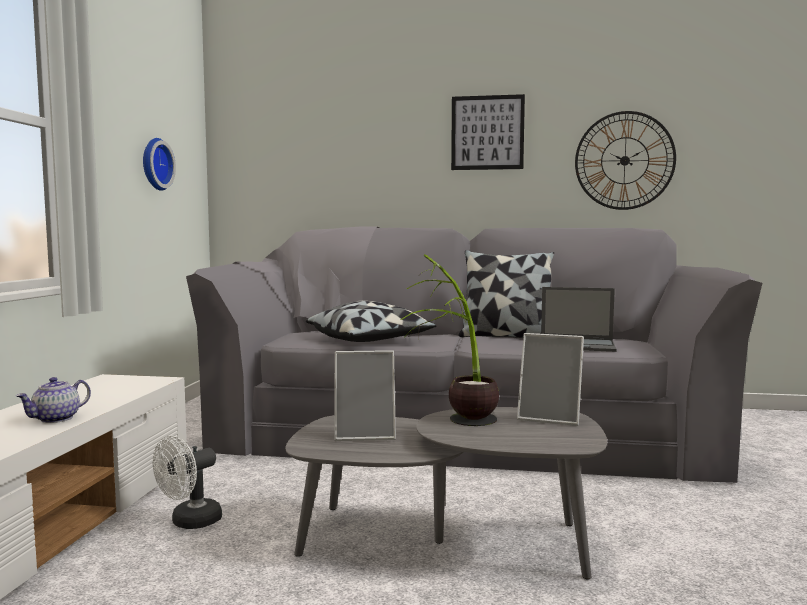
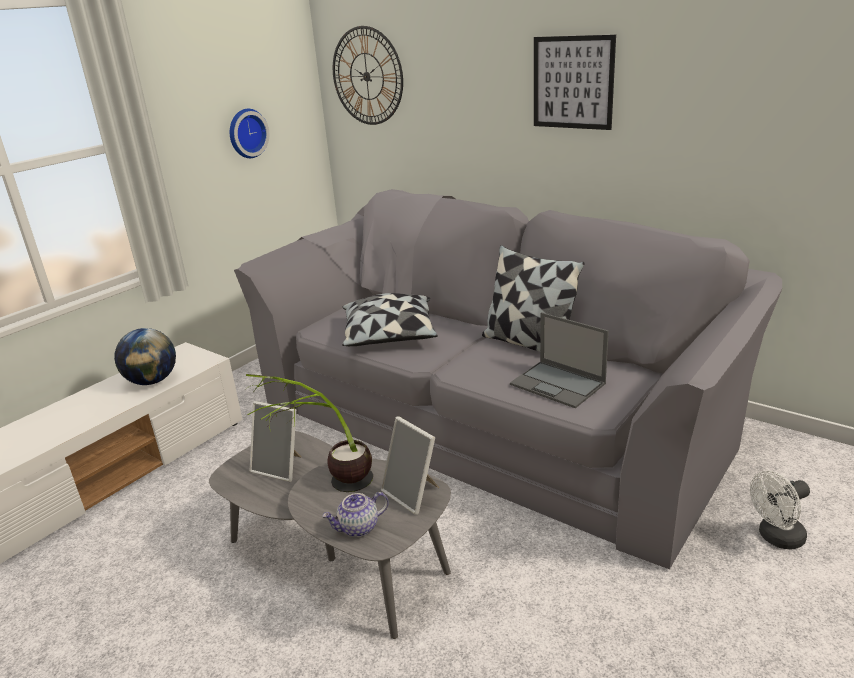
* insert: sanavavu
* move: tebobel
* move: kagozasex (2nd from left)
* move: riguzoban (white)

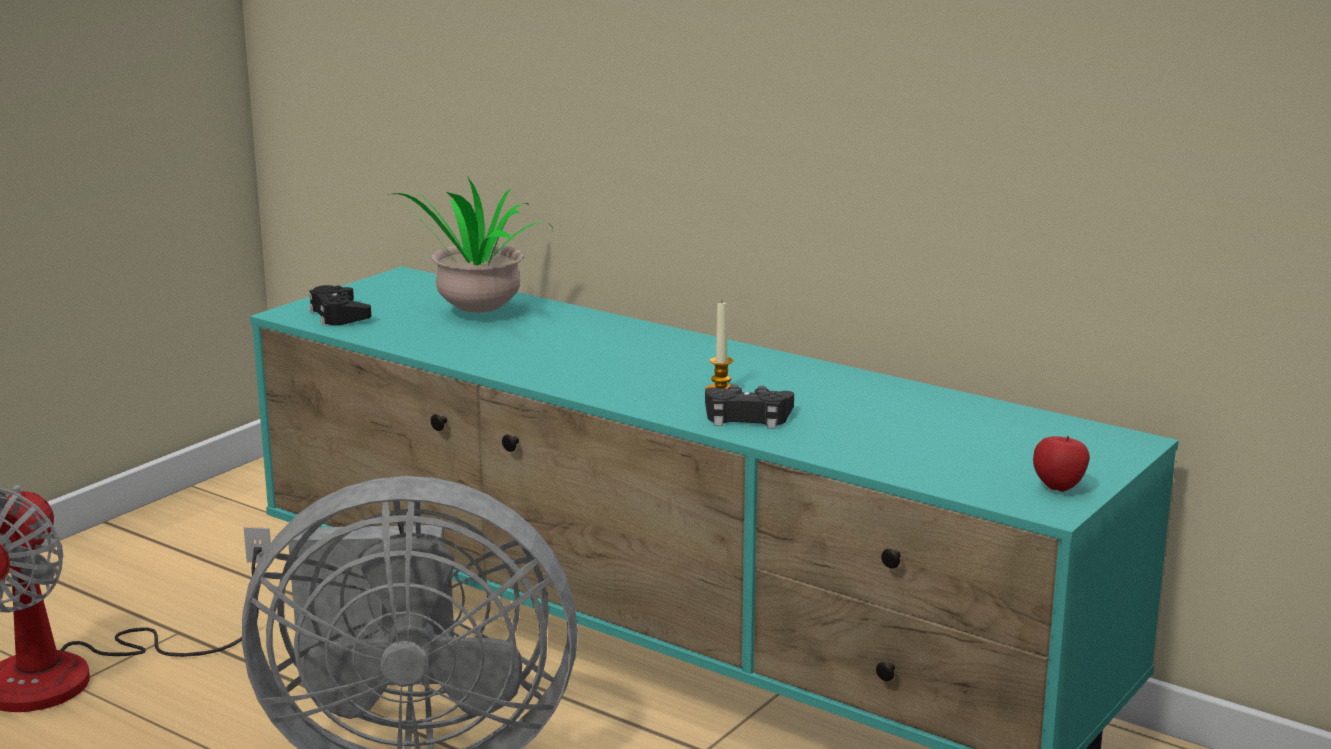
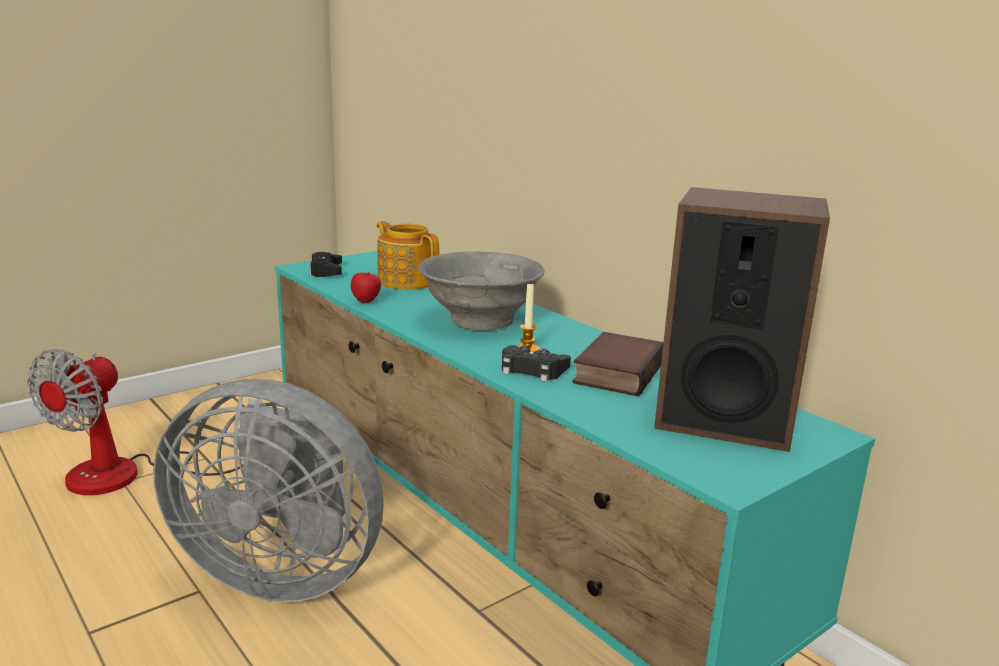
* move: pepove
* replace: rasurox to tebobel
* insert: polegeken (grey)
* insert: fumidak
* insert: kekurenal

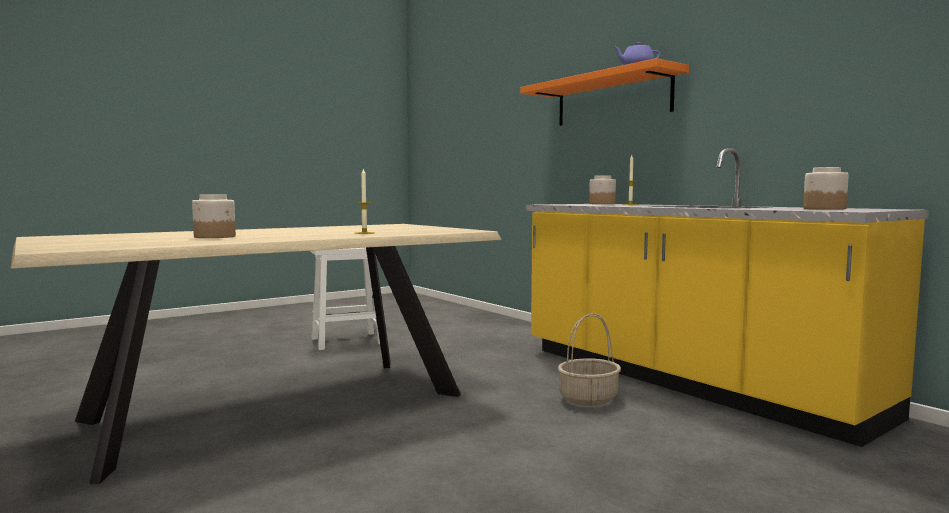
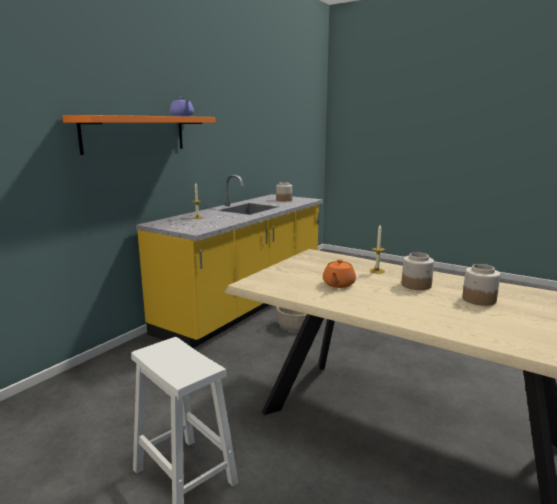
* insert: tebobel (orange)
* move: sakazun (2nd from left)

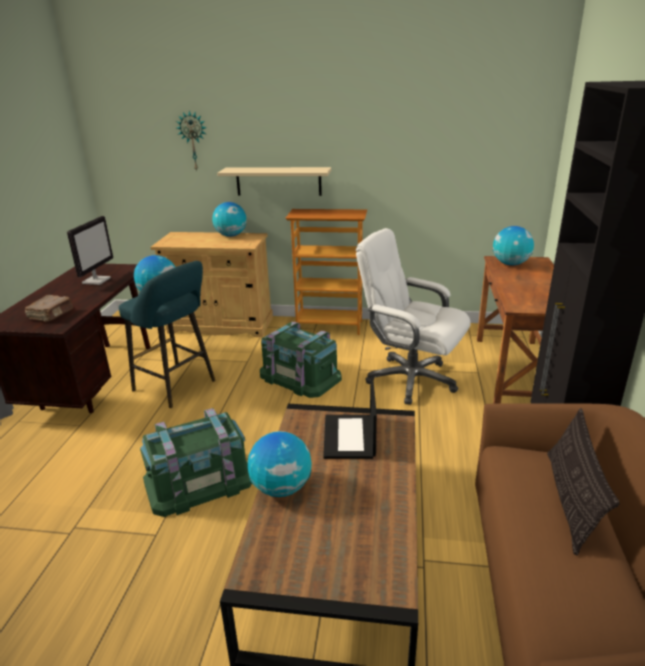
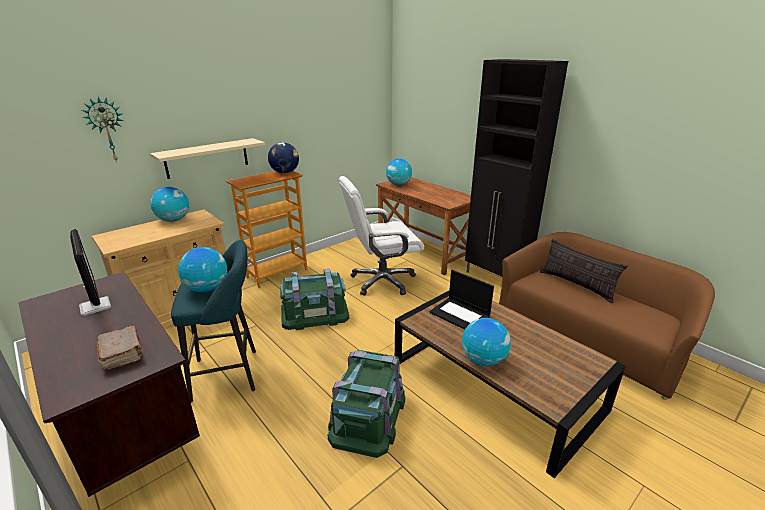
* insert: sanavavu (3rd from left)

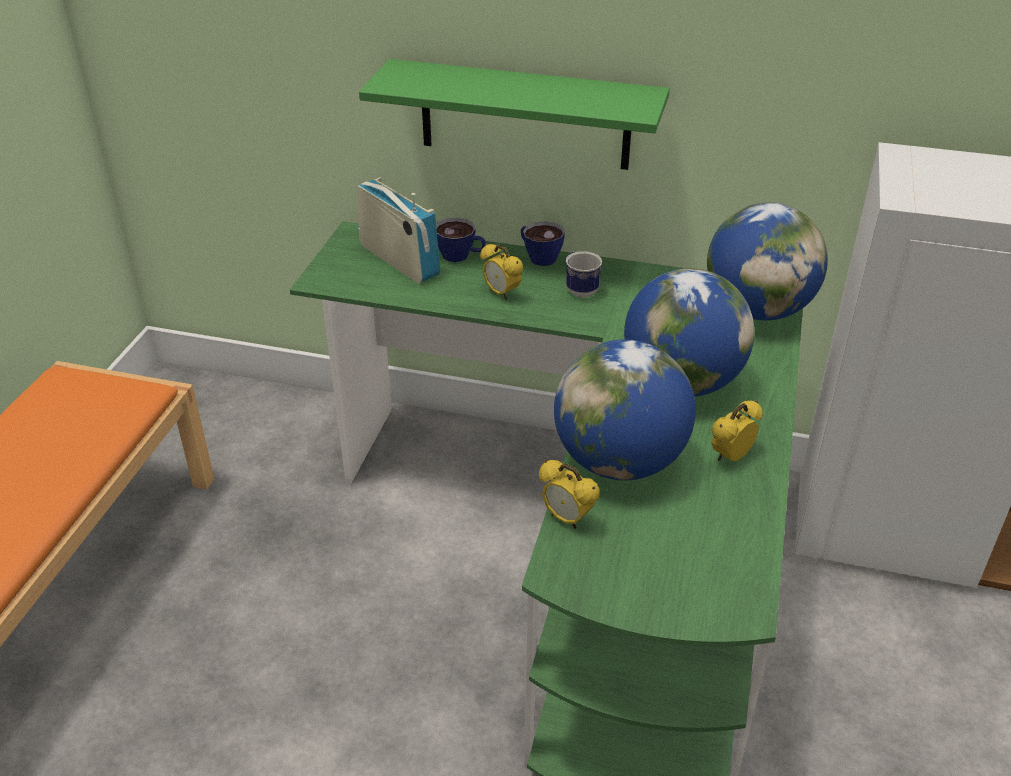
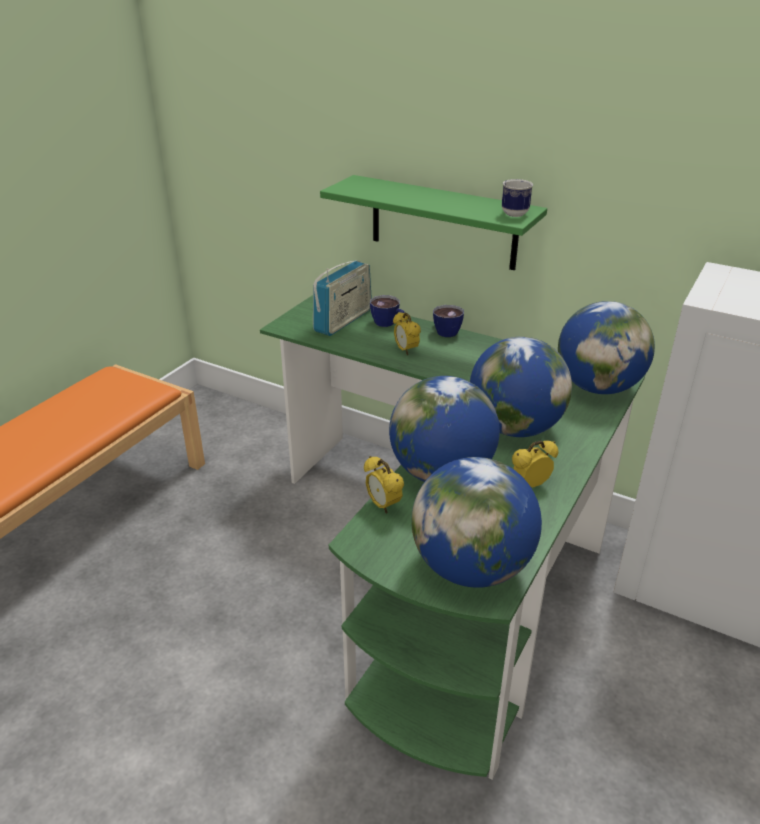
* rotate: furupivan 60 degrees clockwise
* insert: sanavavu (2nd from left)
* move: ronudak

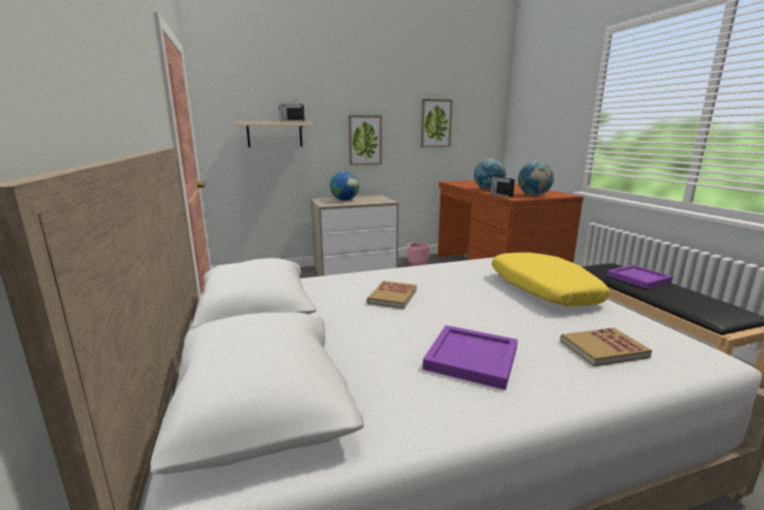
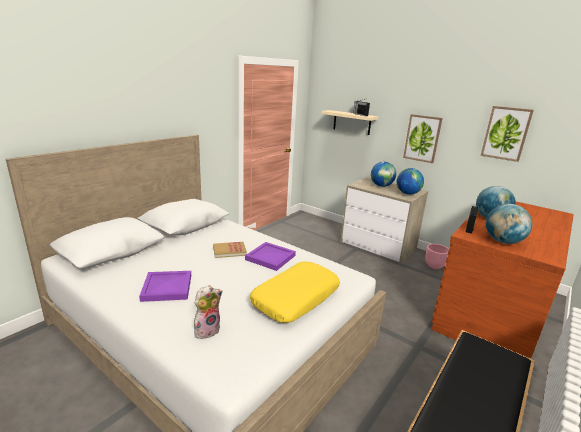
* replace: fumidak (2nd from left) to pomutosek
* move: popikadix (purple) (2nd from left)
* insert: sanavavu (2nd from left)

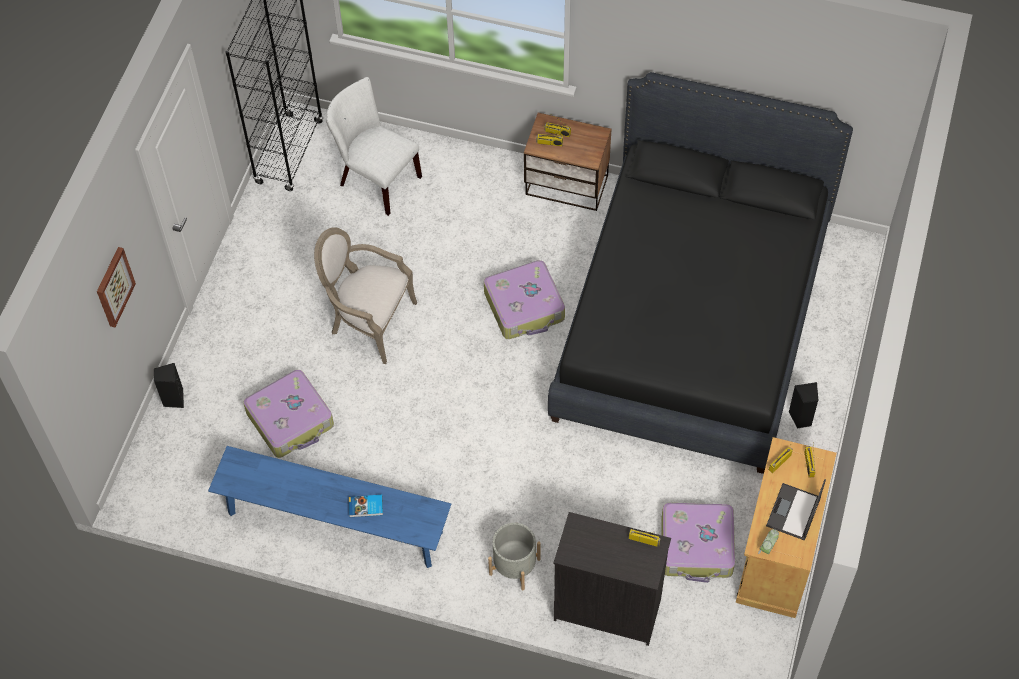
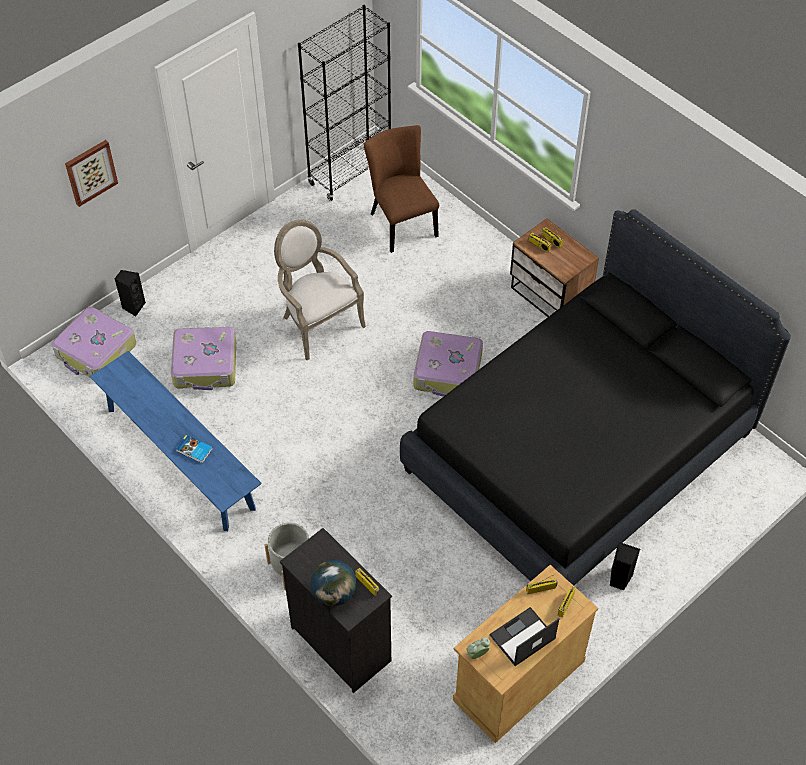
* move: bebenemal (3rd from left in the first image) to bebenemal (1st from left)
* insert: sanavavu
* recolor: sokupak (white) to sokupak (brown)

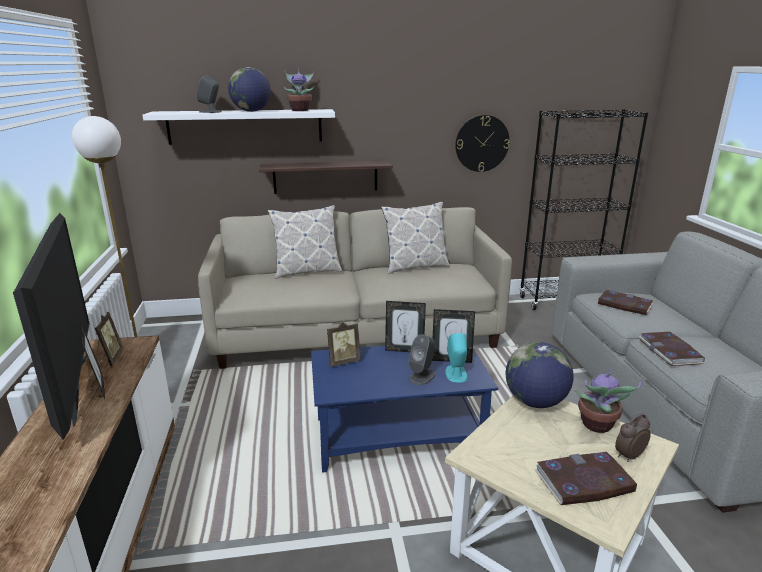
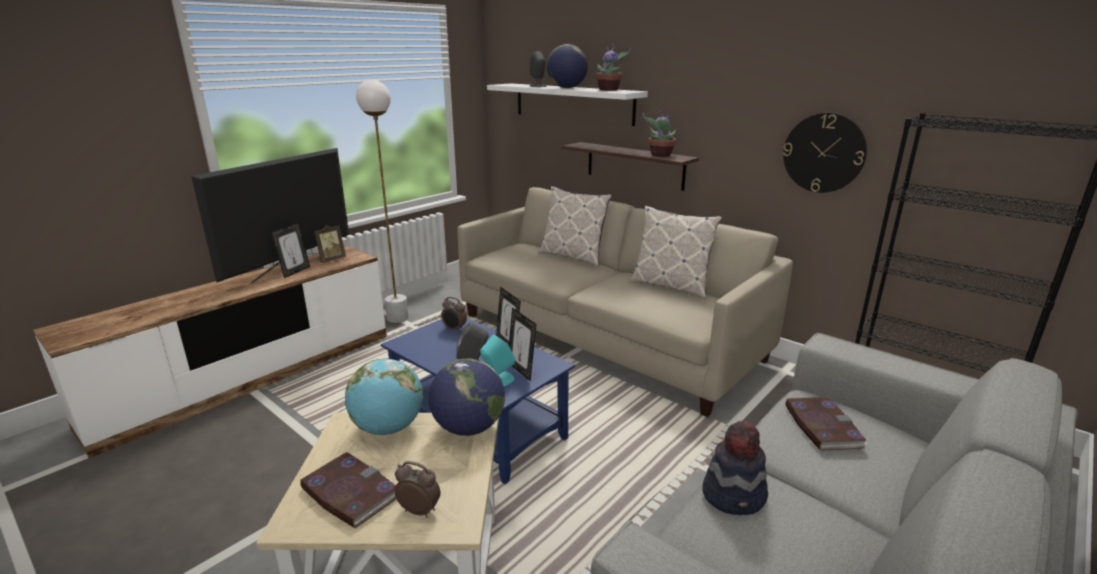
* insert: sanavavu (1st from left)
* replace: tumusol (3rd from left) to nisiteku (2nd from left)
* move: rasurox (2nd from left)
* replace: fumidak (3rd from left) to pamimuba

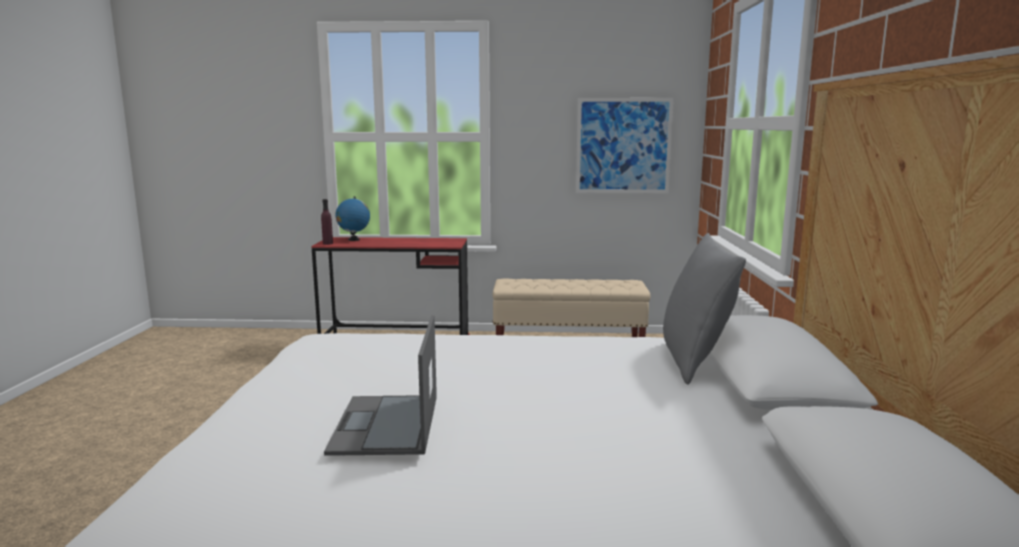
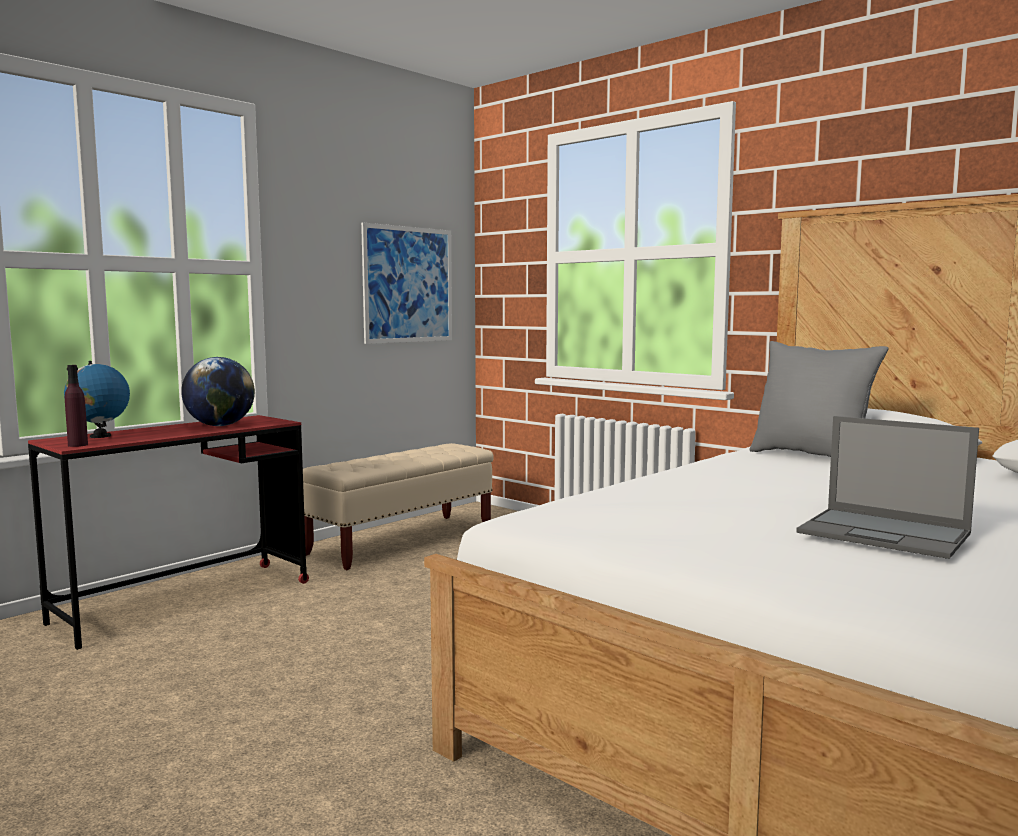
* insert: sanavavu (2nd from left)

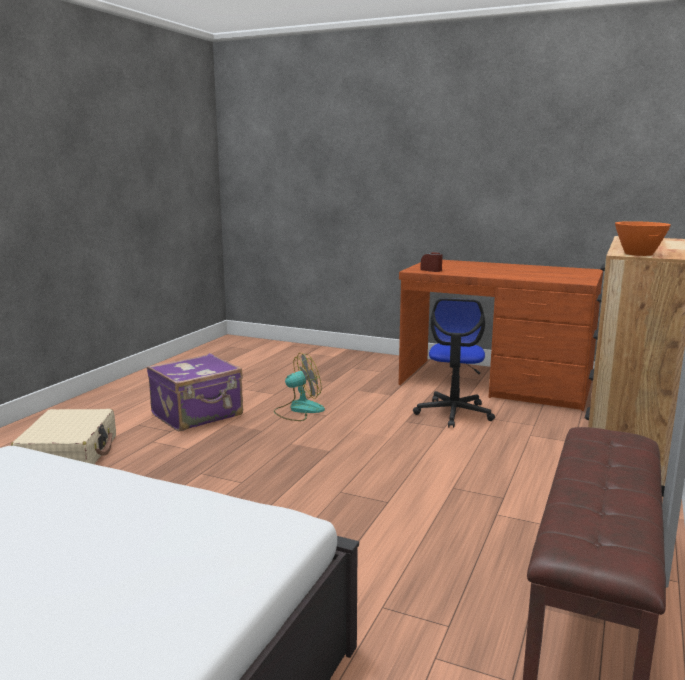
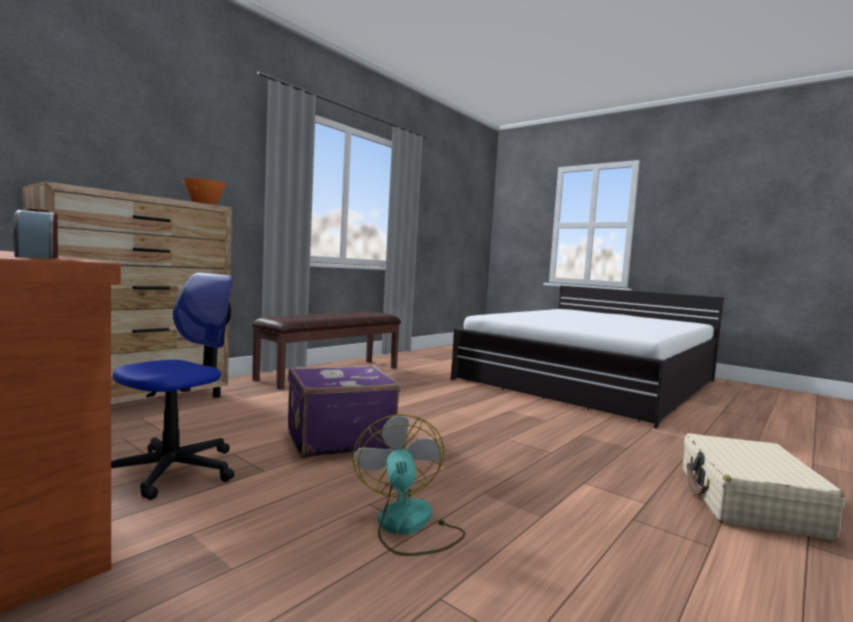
* move: bebenemal (purple)
* rotate: riguzoban 90 degrees clockwise

